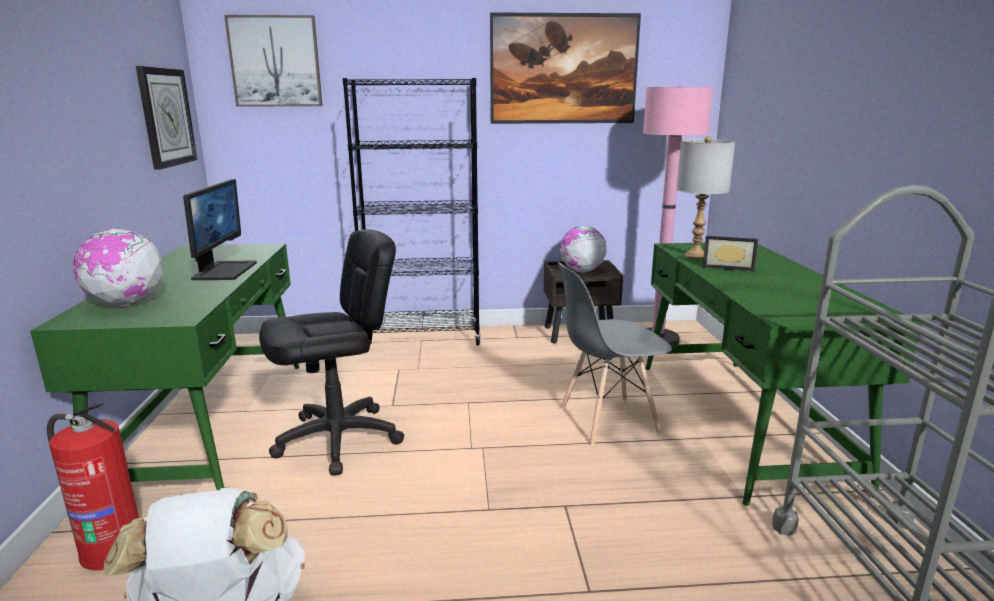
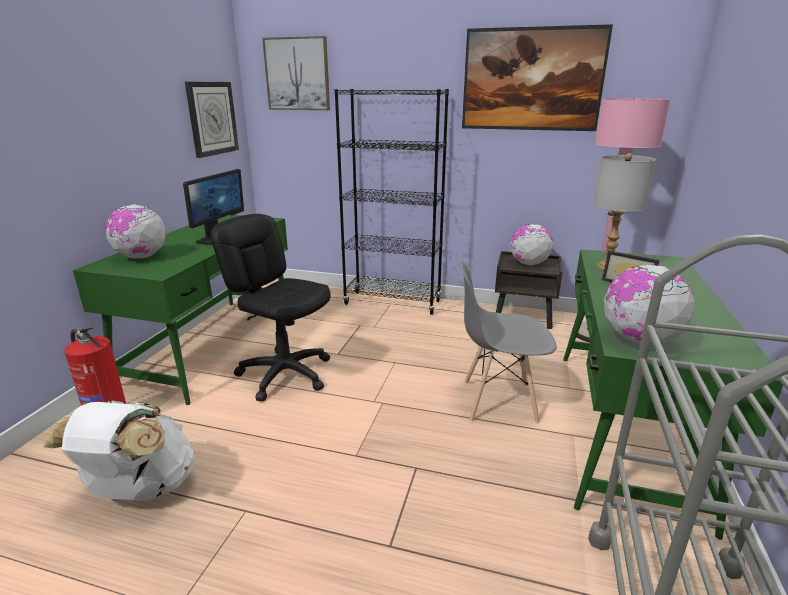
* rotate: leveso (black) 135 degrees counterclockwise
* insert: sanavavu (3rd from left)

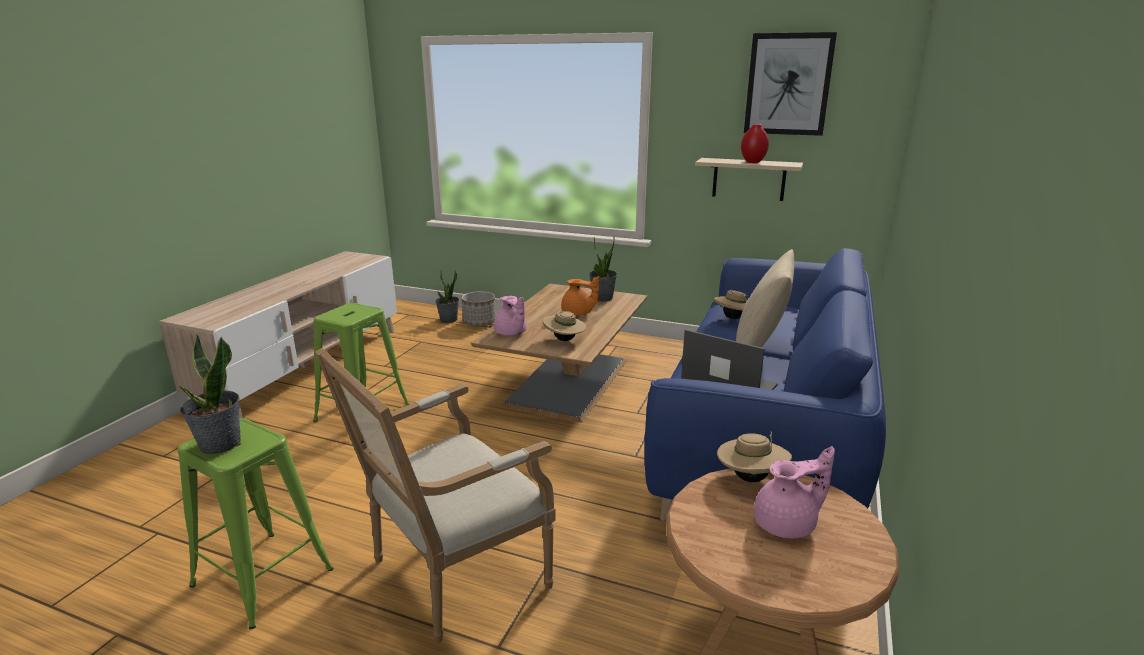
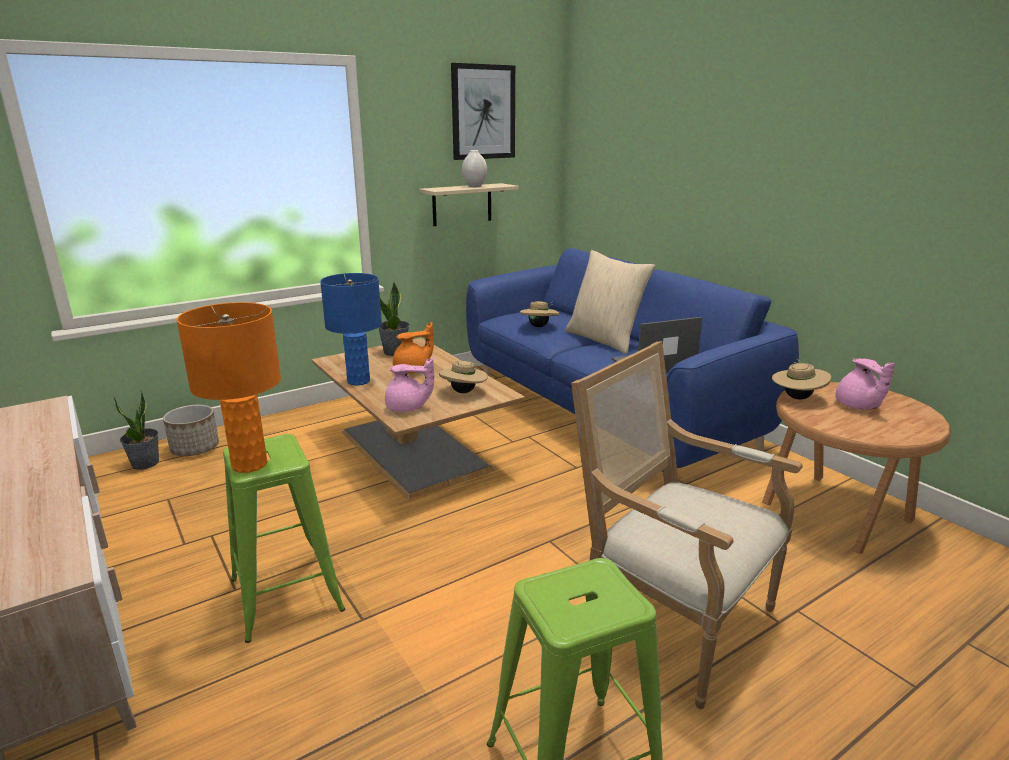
* insert: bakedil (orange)
* insert: bakedil (blue)
* recolor: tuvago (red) to tuvago (white)
* rotate: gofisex 135 degrees clockwise
* rotate: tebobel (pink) (2nd from left) 150 degrees clockwise
* delete: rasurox (1st from left)

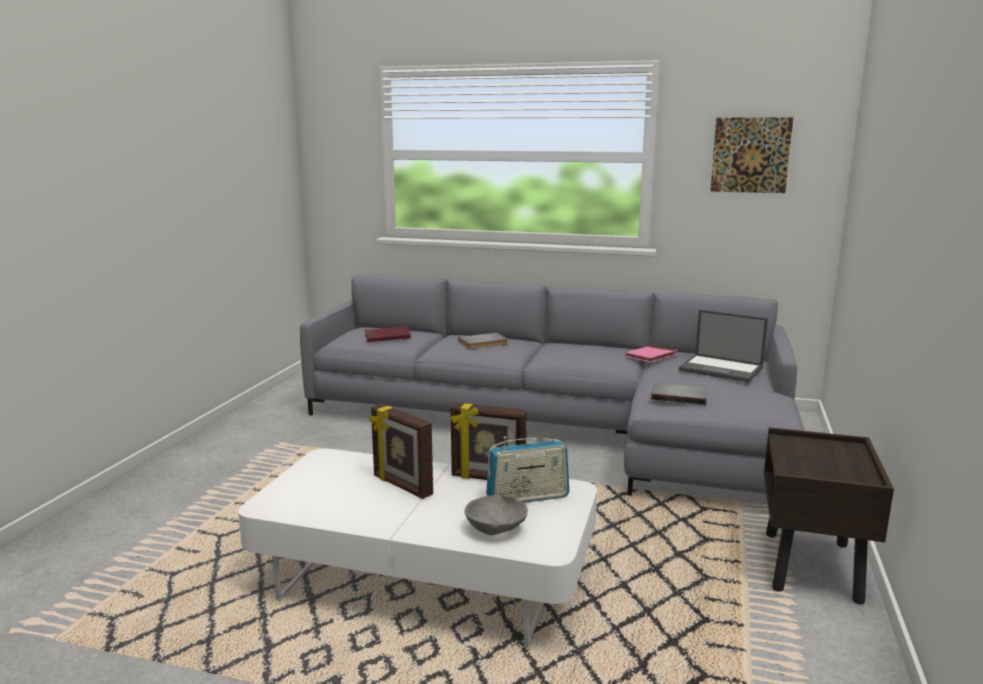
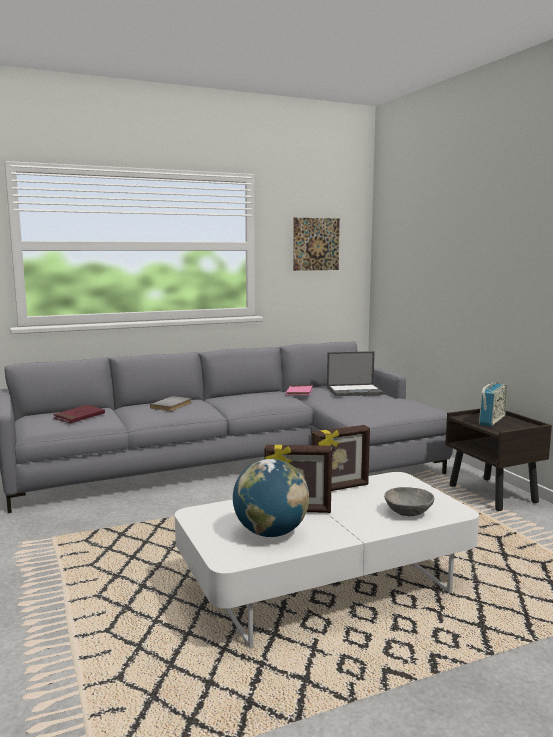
* insert: sanavavu
* move: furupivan
* delete: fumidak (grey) (2nd from left)

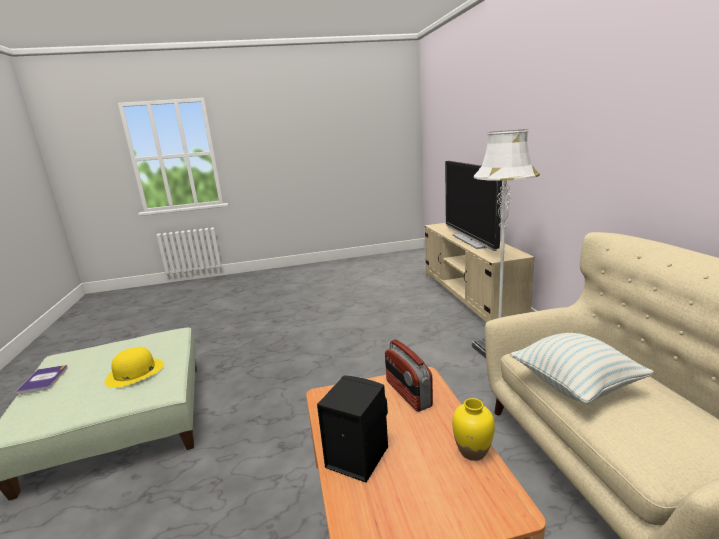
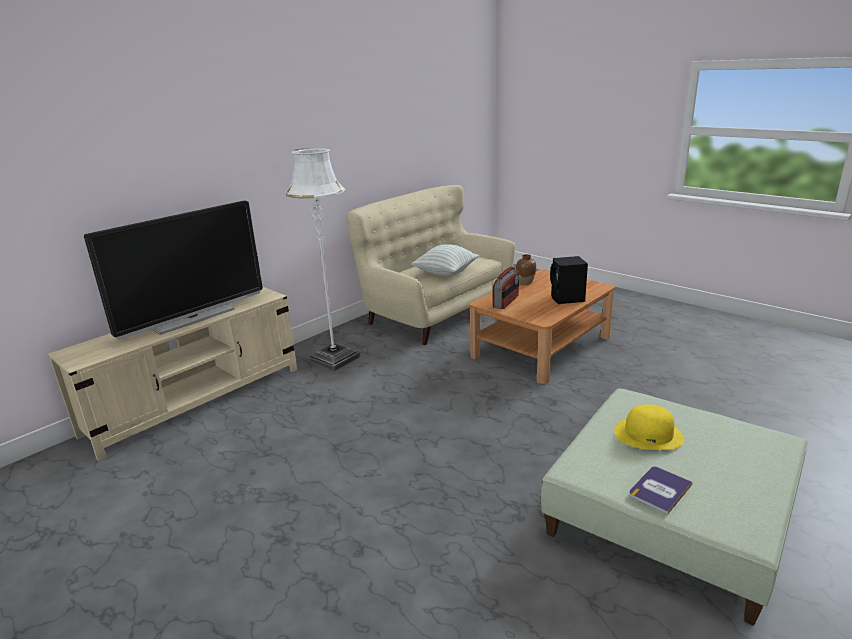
* recolor: tuvago (yellow) to tuvago (brown)
* move: fumidak

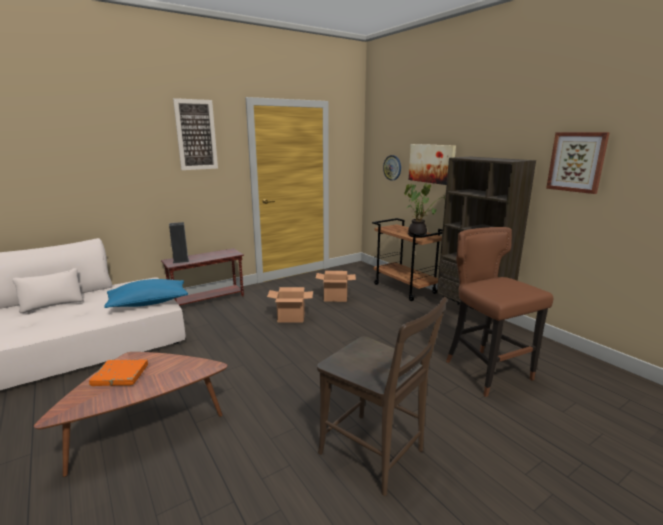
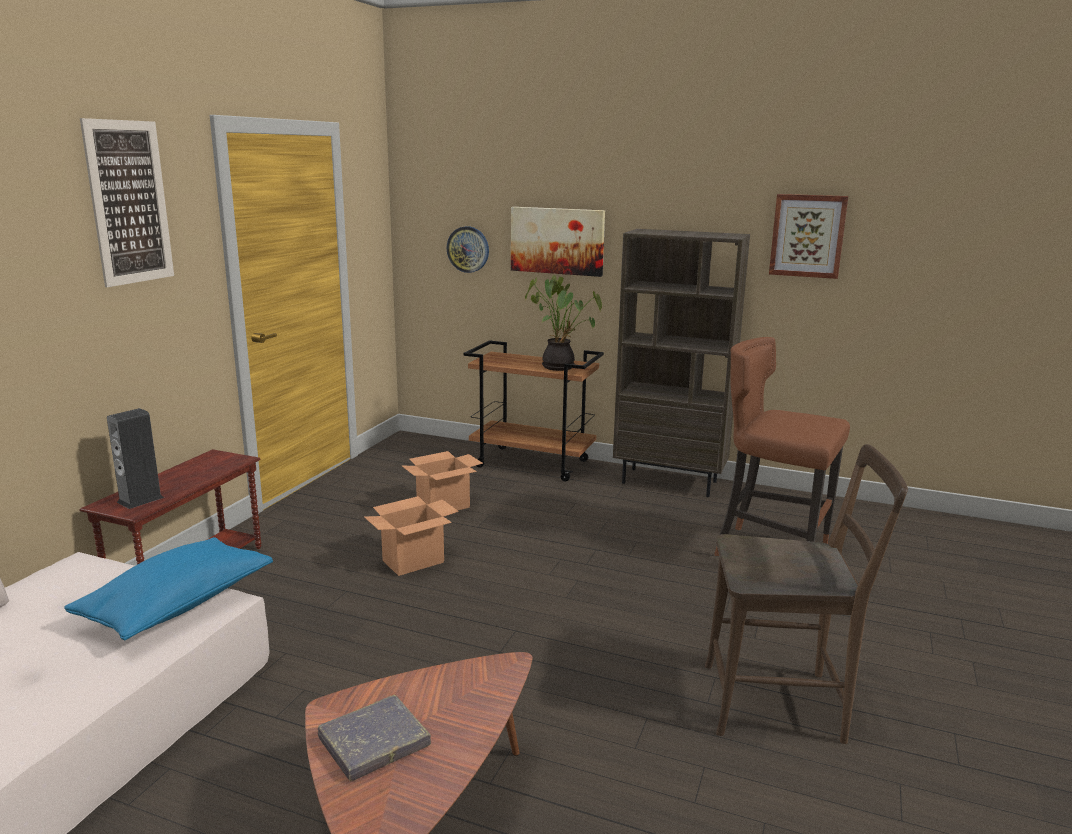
* recolor: fumidak (orange) to fumidak (grey)

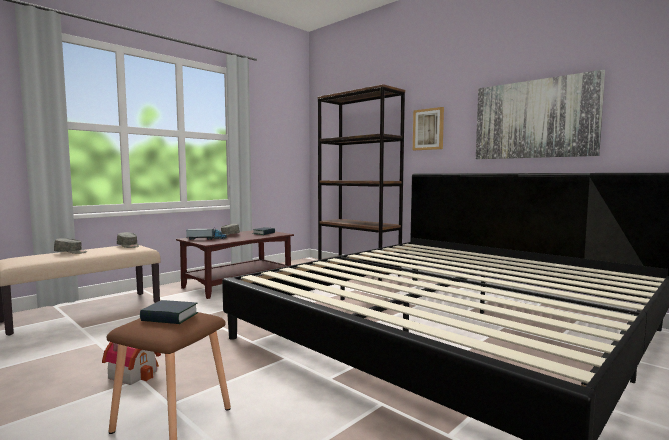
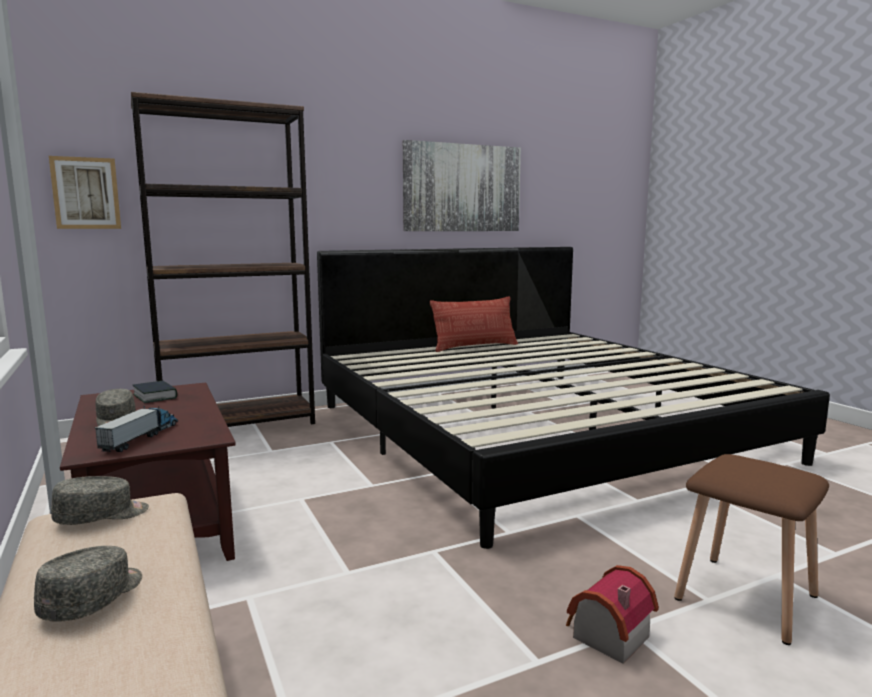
* move: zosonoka (1st from left)
* insert: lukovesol
* delete: fumidak (1st from left)

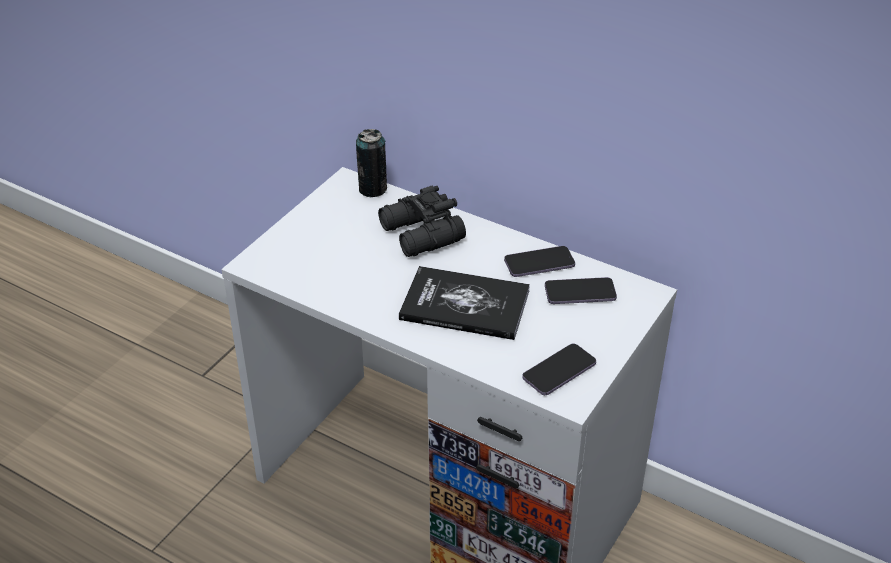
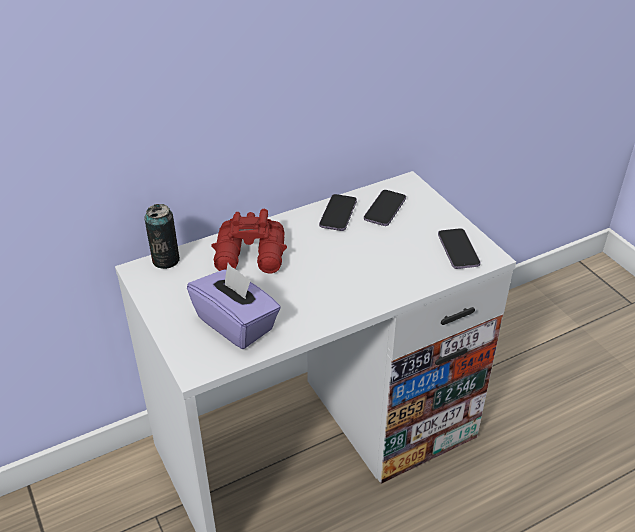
* insert: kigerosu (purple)
* recolor: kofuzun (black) to kofuzun (red)
* delete: fumidak

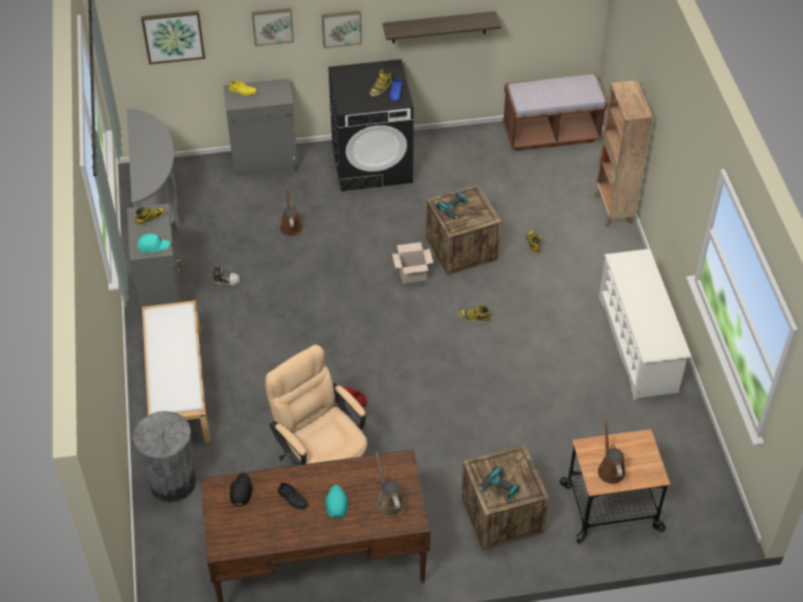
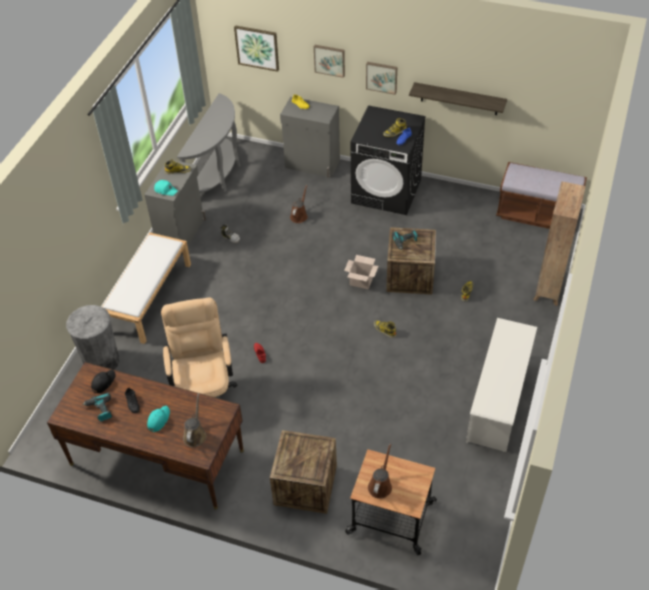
* move: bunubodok (2nd from left in the first image) to bunubodok (1st from left)

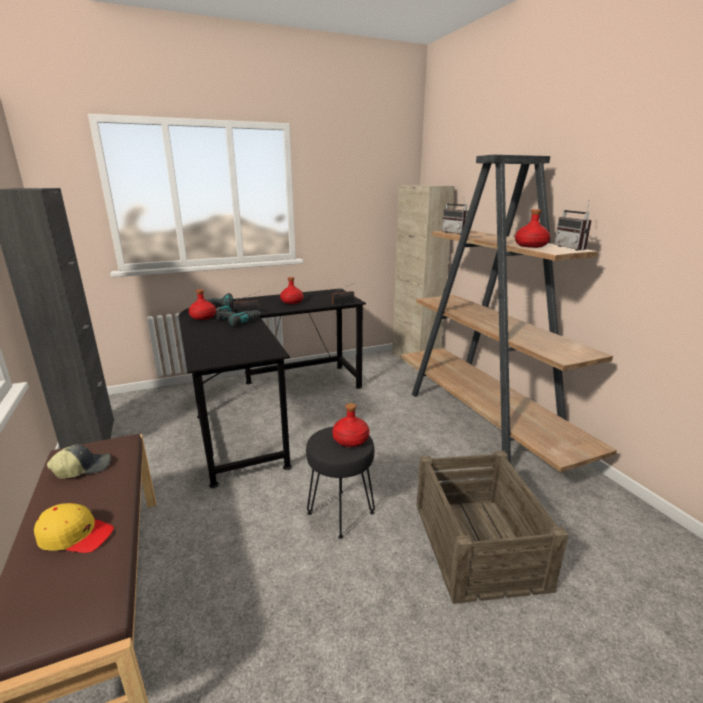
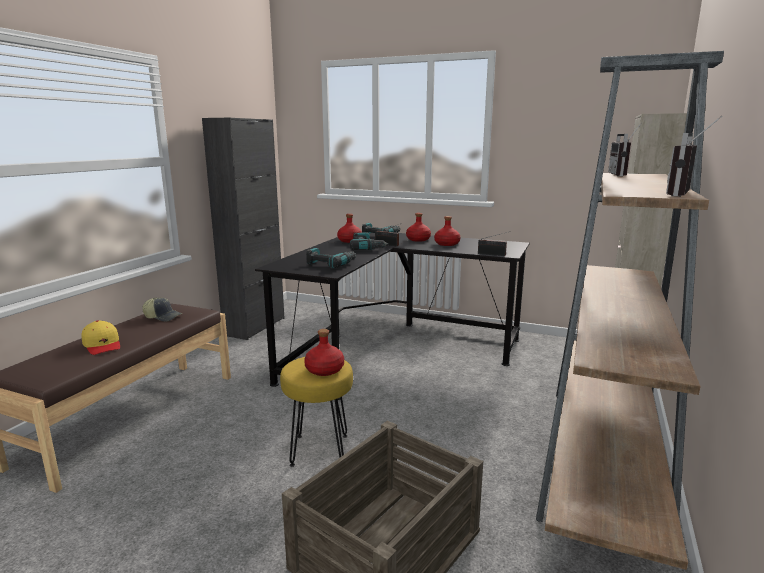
* recolor: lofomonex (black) to lofomonex (yellow)
* insert: bunubodok (1st from left)
* move: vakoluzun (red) (4th from left in the first image) to vakoluzun (red) (3rd from left)

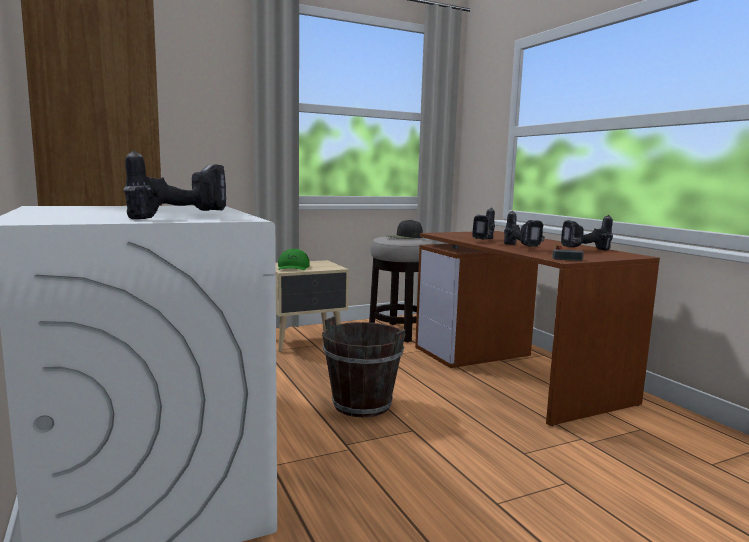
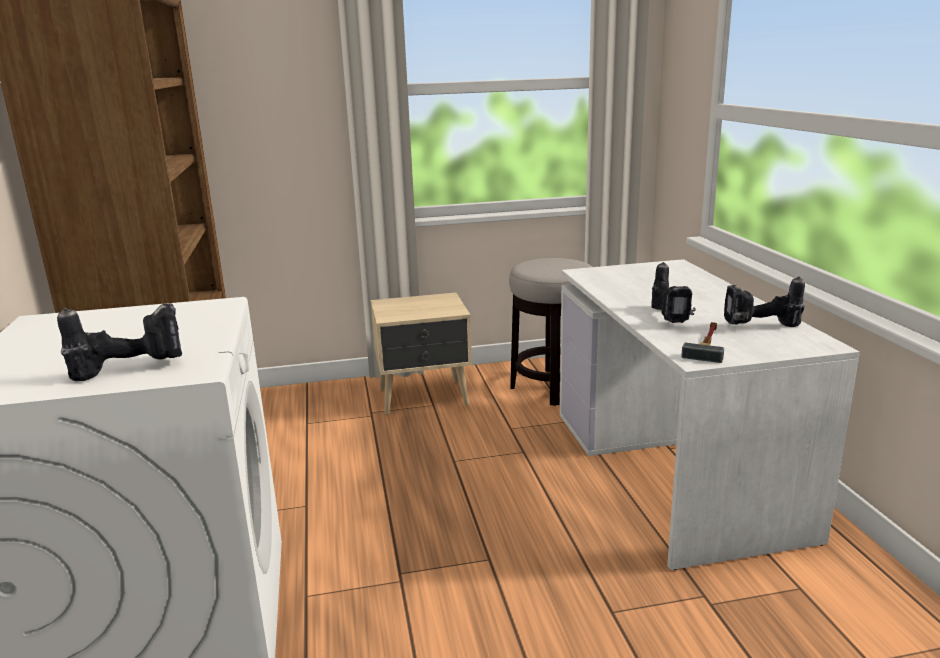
* recolor: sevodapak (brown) to sevodapak (white)
* delete: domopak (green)
* delete: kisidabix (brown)
* delete: domopak (black)
* delete: bunubodok (2nd from left)

